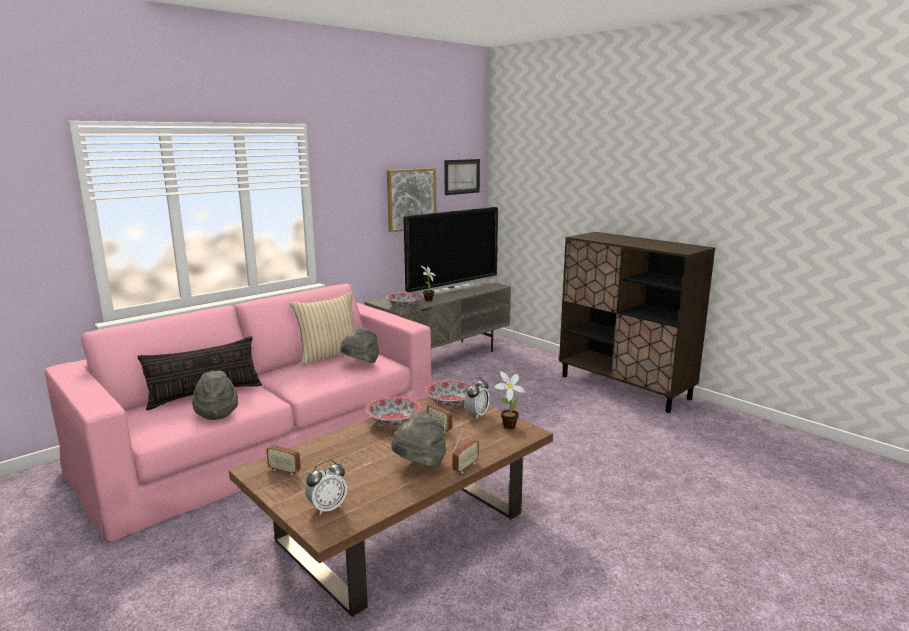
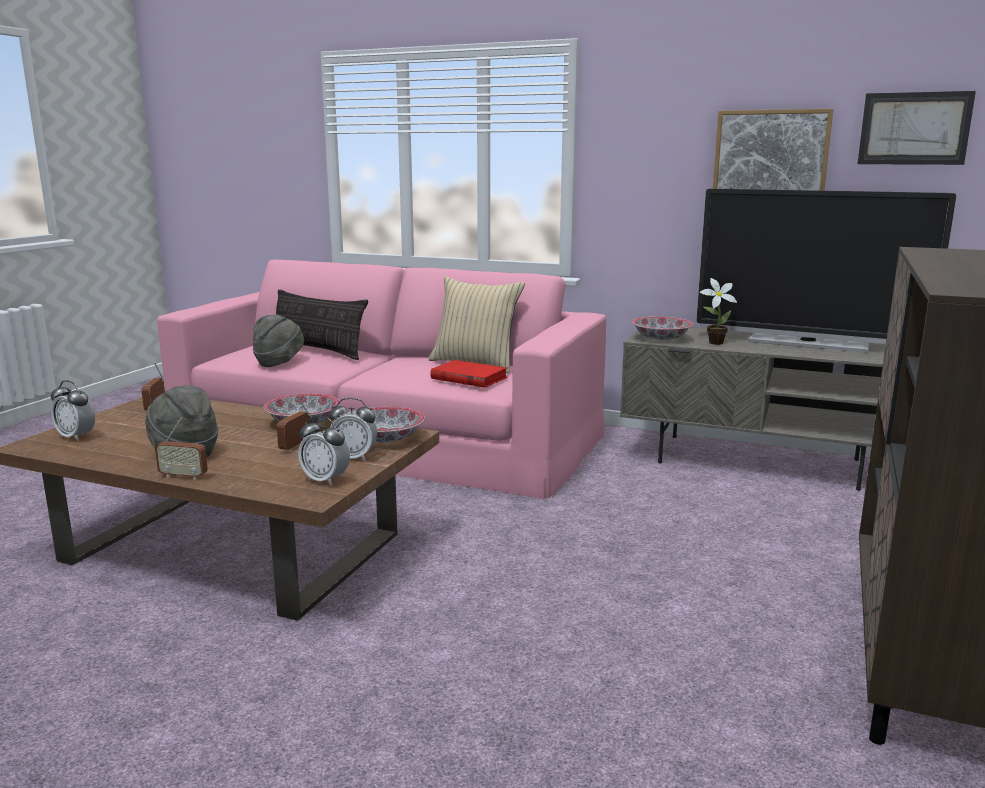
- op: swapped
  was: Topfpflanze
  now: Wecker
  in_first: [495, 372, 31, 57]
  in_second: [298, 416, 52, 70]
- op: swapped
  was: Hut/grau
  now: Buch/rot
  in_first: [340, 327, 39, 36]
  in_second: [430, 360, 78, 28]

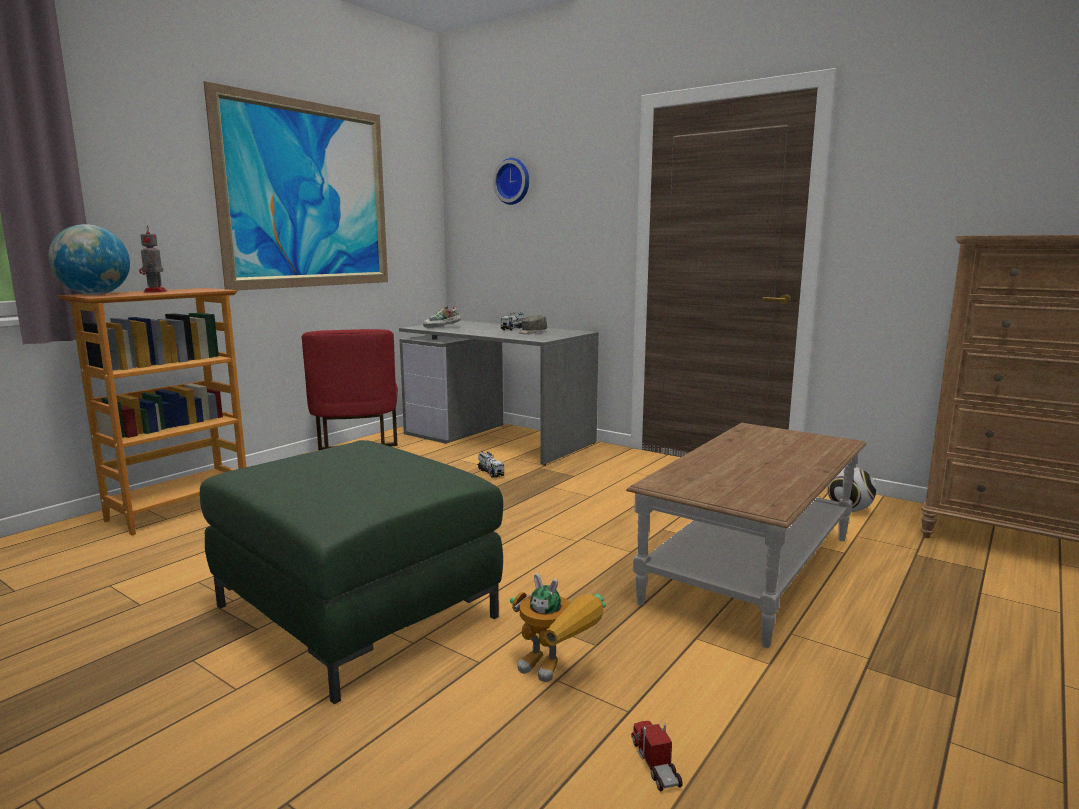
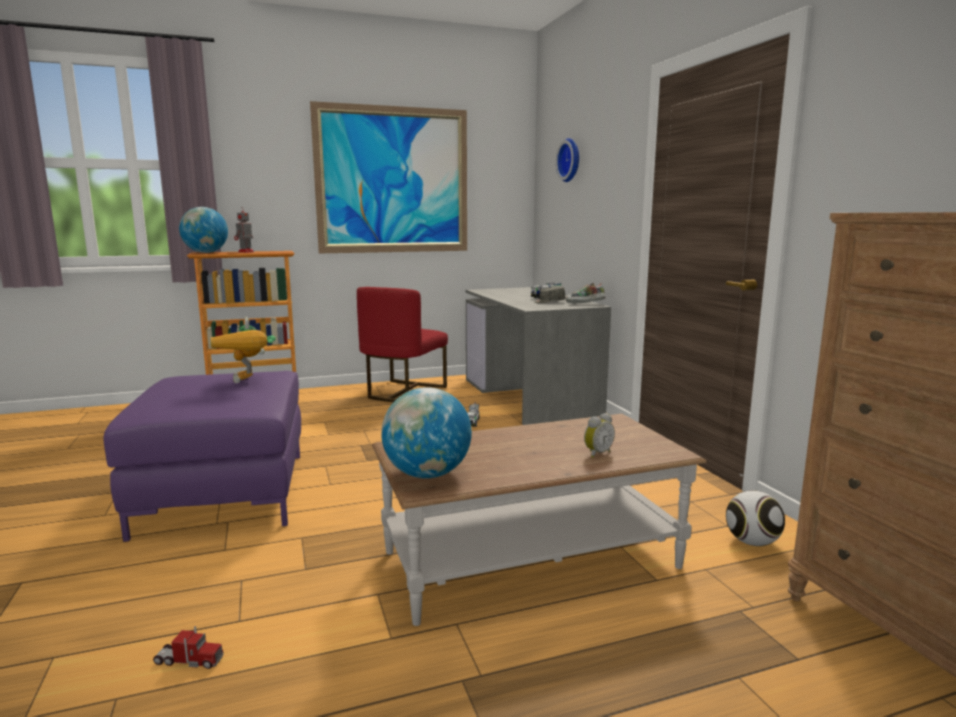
- op: repainted
  was: Polsterhocker/grün
  now: Polsterhocker/lila
  in_first: [200, 440, 303, 264]
  in_second: [104, 371, 197, 171]
- op: rotated
  was: Spielzeuglaster
  in_first: [631, 721, 51, 70]
  in_second: [153, 626, 71, 43]
  clockwise: 75
- op: shifted
  was: Spielzeugroboter
  in_first: [510, 573, 96, 109]
  in_second: [211, 317, 65, 66]
- op: new
  now: Globus
  in_second: [381, 387, 91, 91]
- op: shifted
  was: Schuh
  in_first: [423, 306, 38, 22]
  in_second: [566, 282, 40, 21]
- op: new
  now: Wecker
  in_second: [584, 413, 31, 45]

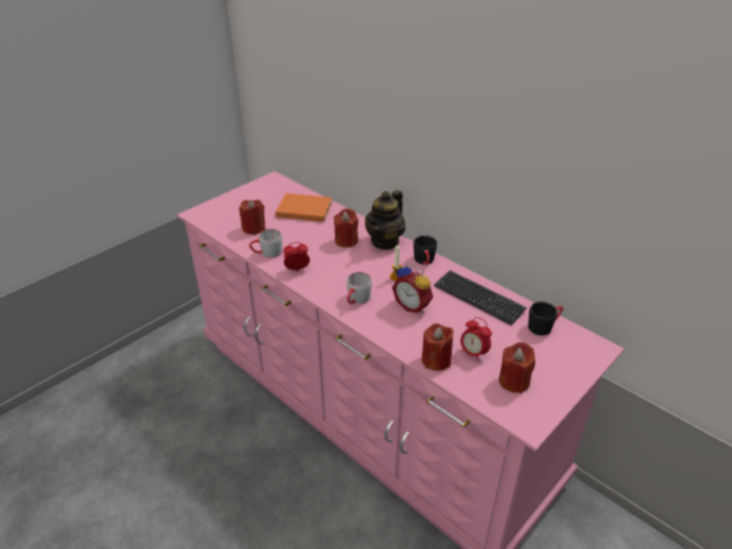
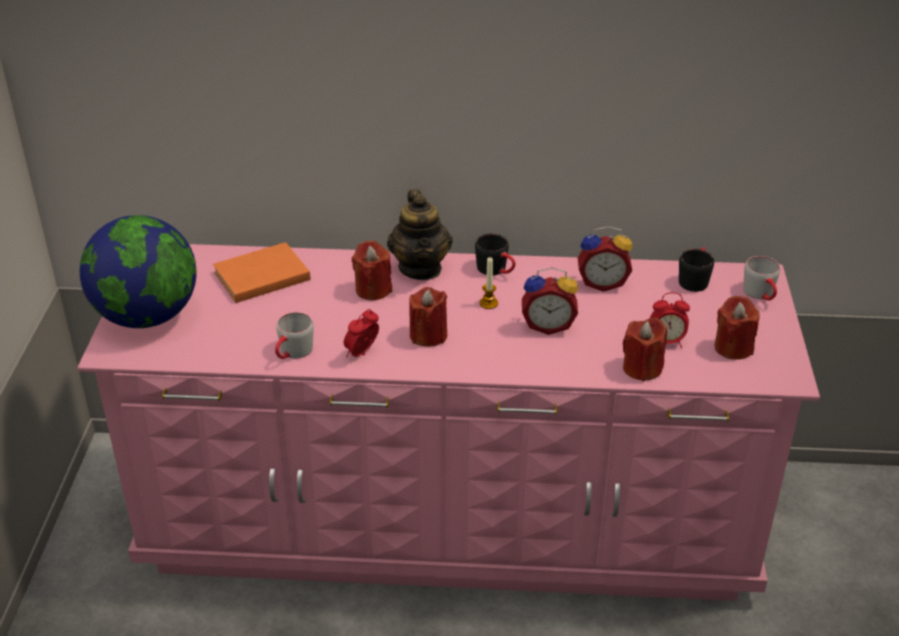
- op: new
  now: Globus
  in_second: [80, 215, 117, 113]
- op: shifted
  was: Kerze/rot
  in_first: [239, 200, 26, 35]
  in_second: [409, 287, 38, 60]
- op: swapped
  was: Tastatur
  now: Wecker
  in_first: [434, 270, 93, 55]
  in_second: [578, 226, 54, 66]
- op: shifted
  was: Henkelbecher/grau
  in_first: [347, 272, 25, 32]
  in_second: [743, 256, 37, 44]

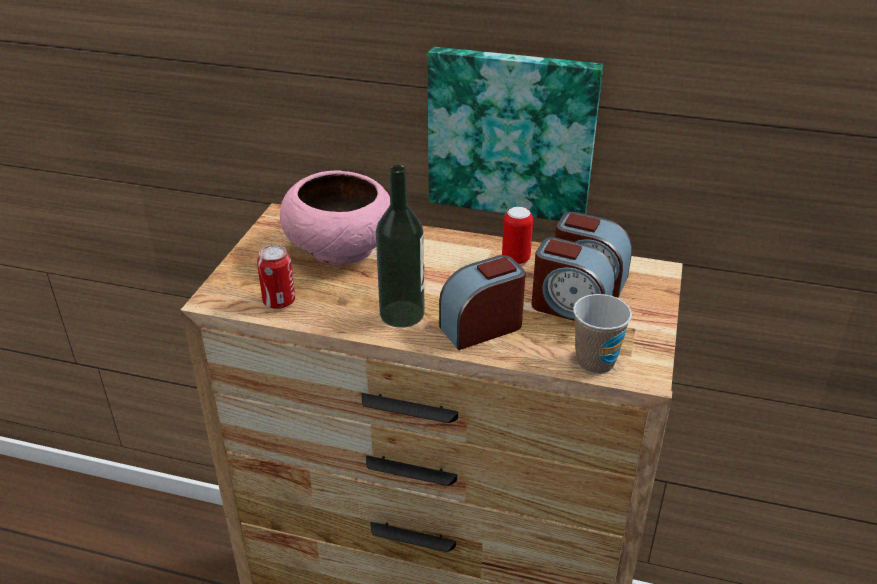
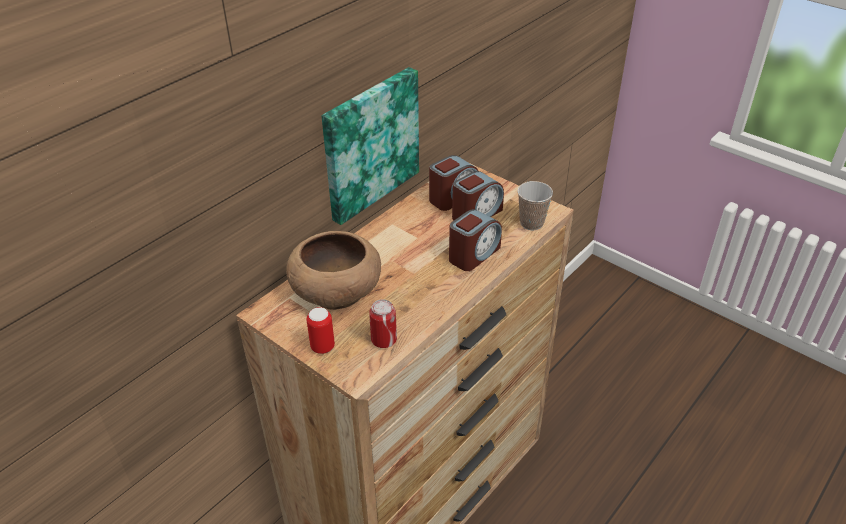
- op: repainted
  was: Schüssel/rosa
  now: Schüssel/braun
  in_first: [280, 170, 110, 95]
  in_second: [286, 231, 95, 79]
- op: shifted
  was: Dose
  in_first: [502, 207, 31, 57]
  in_second: [307, 307, 28, 47]
- op: rotated
  was: Wecker
  in_first: [439, 255, 87, 95]
  in_second: [449, 209, 53, 62]
  clockwise: -135
- op: gone
  was: Flasche
  in_first: [376, 165, 49, 163]

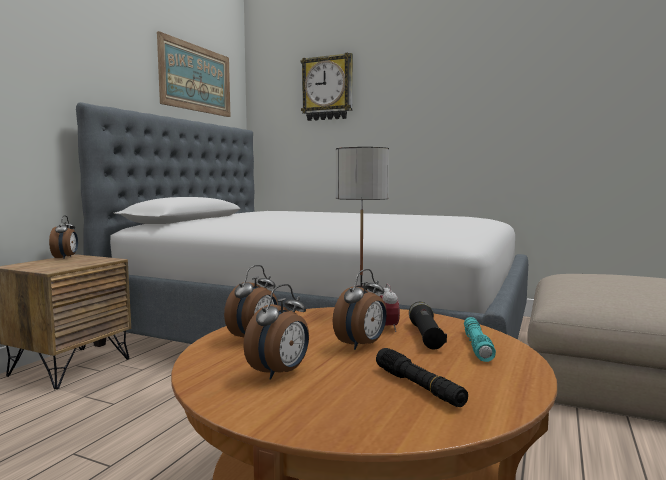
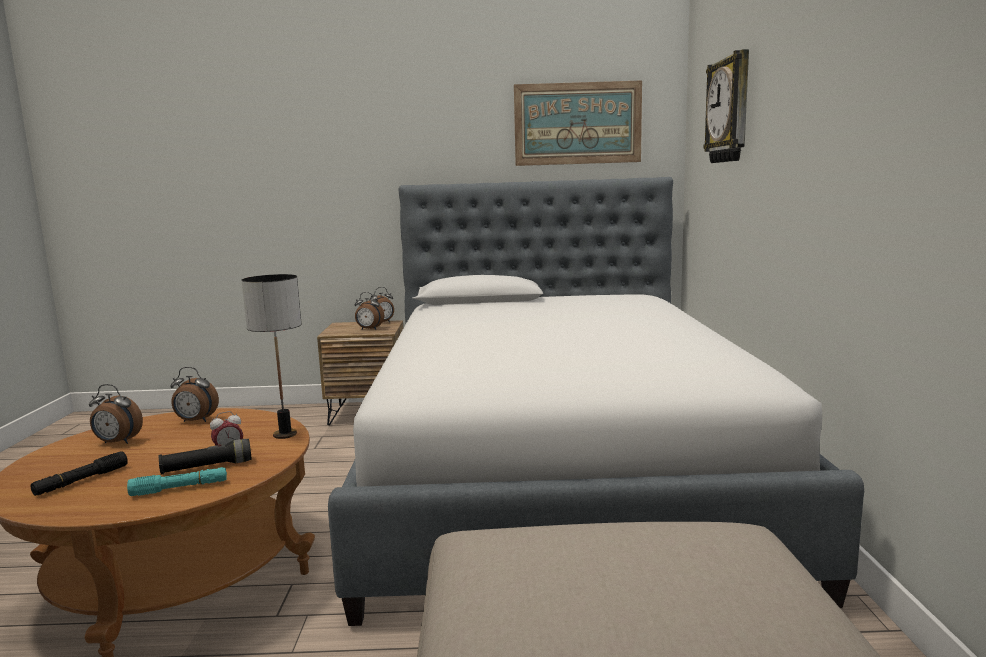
- op: shifted
  was: Wecker
  in_first: [333, 269, 53, 81]
  in_second: [355, 292, 29, 38]

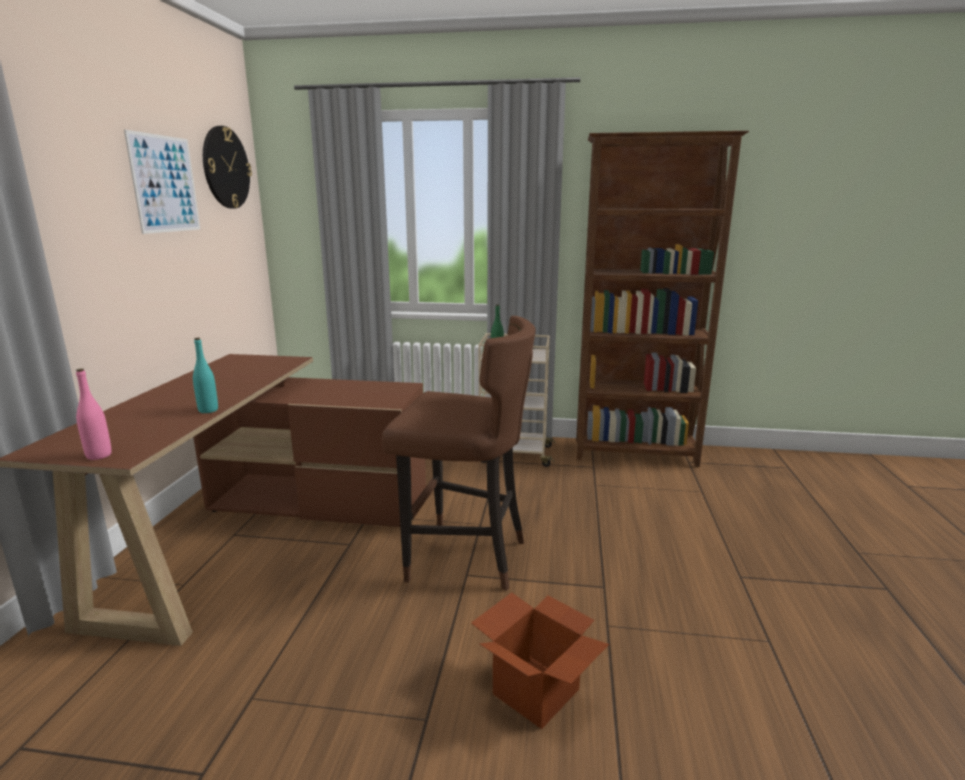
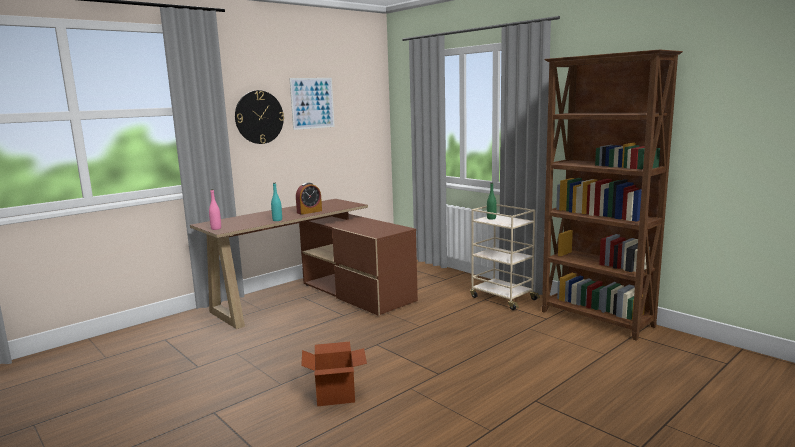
- op: shifted
  was: Wanduhr
  in_first: [203, 126, 49, 83]
  in_second: [235, 90, 49, 54]
- op: new
  now: Wecker
  in_second: [296, 182, 26, 33]
- op: gone
  was: Hocker/braun
  in_first: [382, 316, 154, 275]

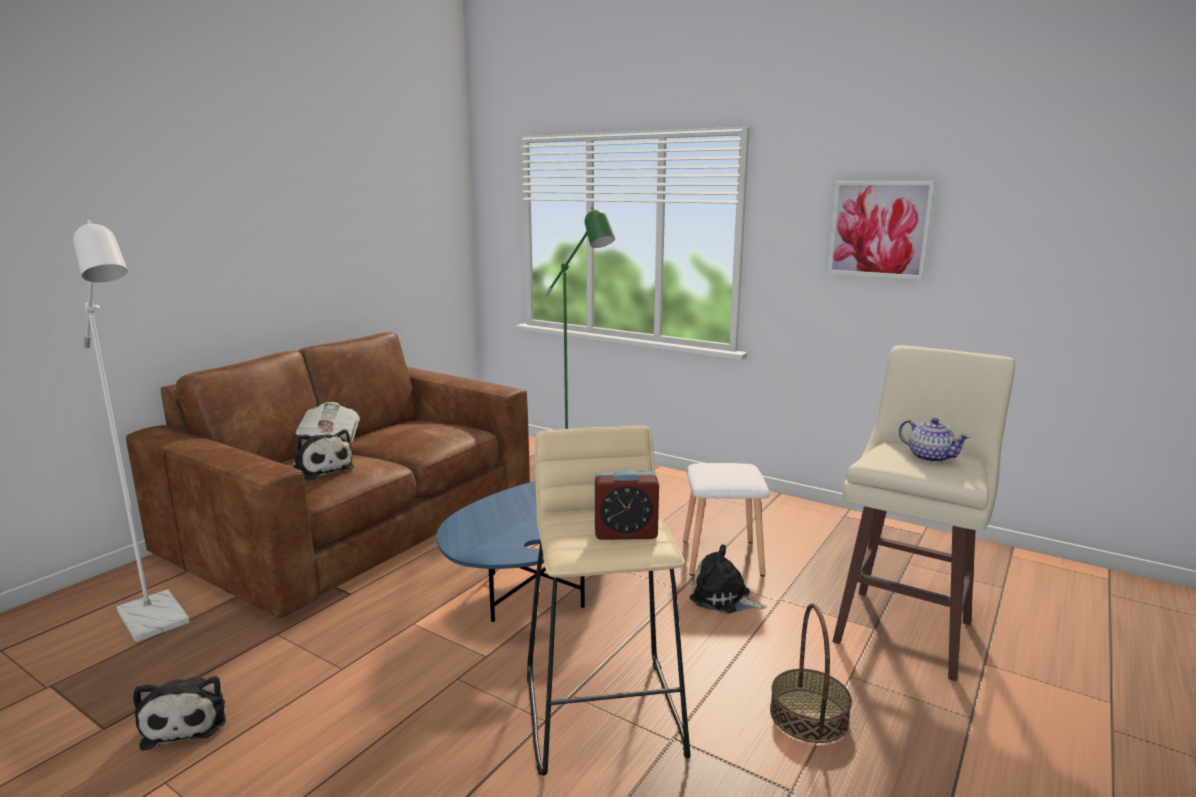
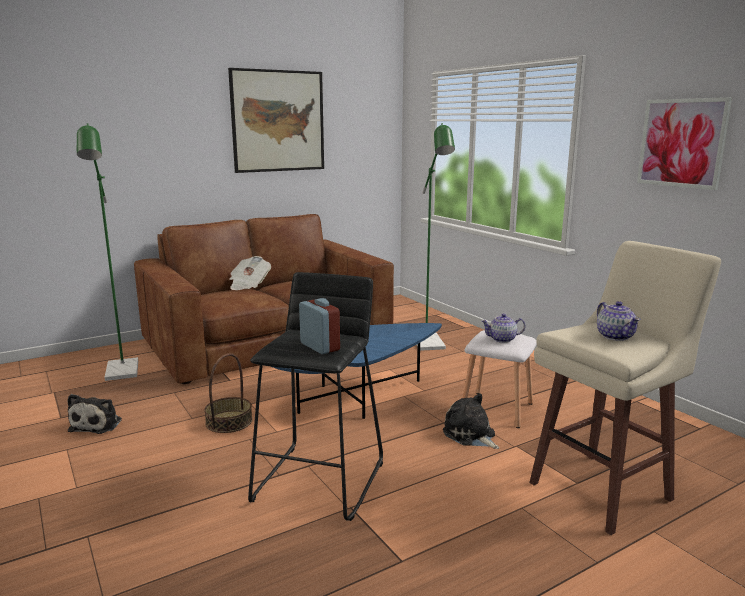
- op: repainted
  was: Stehlampe/weiß
  now: Stehlampe/grün
  in_first: [73, 220, 117, 422]
  in_second: [77, 123, 61, 258]
- op: shifted
  was: Korb
  in_first: [770, 604, 82, 139]
  in_second: [204, 353, 49, 80]
- op: new
  now: Bild
  in_second: [228, 68, 96, 105]
- op: repainted
  was: Hocker/beige
  now: Hocker/schwarz
  in_first: [527, 426, 164, 350]
  in_second: [248, 272, 135, 249]
- op: rotated
  was: Wecker
  in_first: [595, 469, 64, 71]
  in_second: [299, 298, 41, 56]
  clockwise: -150
- op: new
  now: Teekanne
  in_second: [481, 314, 45, 29]
- op: gone
  was: Plüschtier
  in_first: [292, 429, 62, 52]

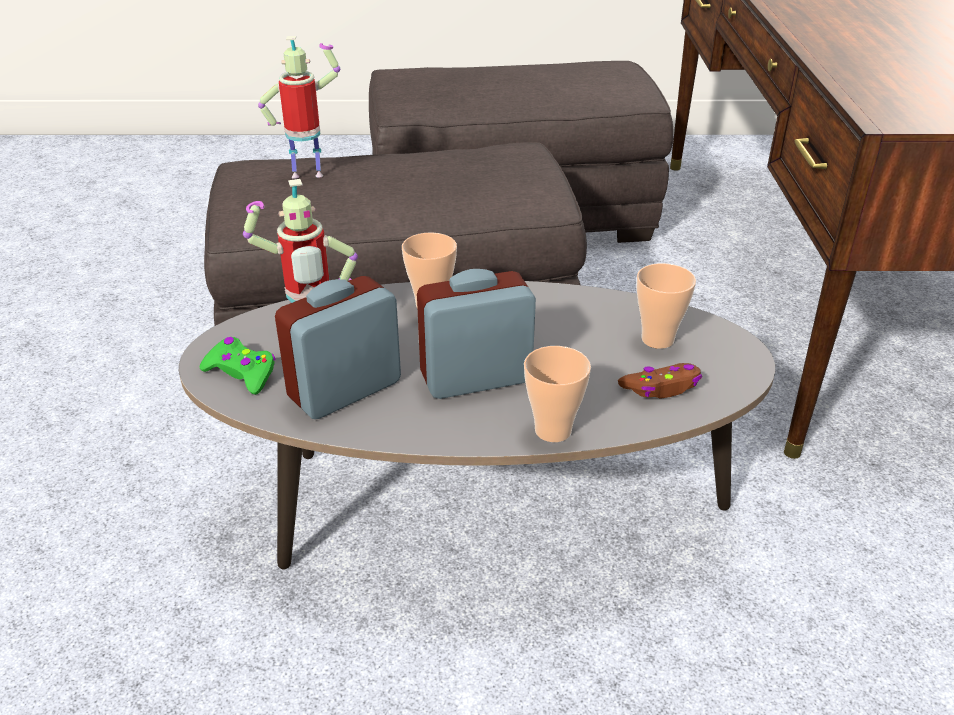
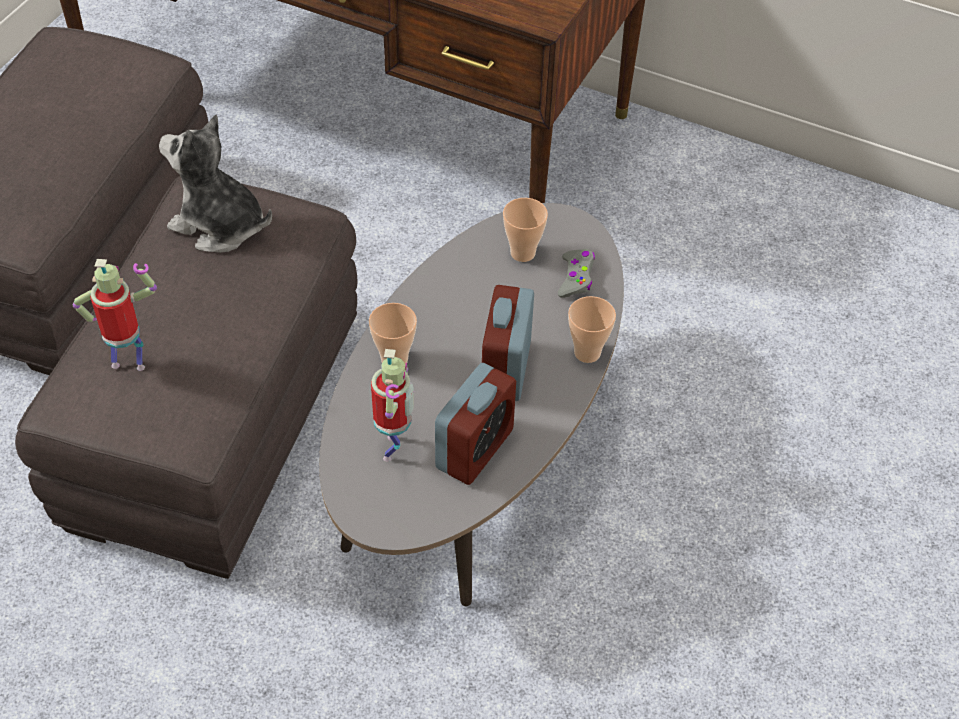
- op: rotated
  was: Spielzeugroboter
  in_first: [258, 36, 82, 143]
  in_second: [73, 259, 84, 112]
  clockwise: 75
- op: new
  now: Plüschtier
  in_second: [159, 114, 113, 139]
- op: rotated
  was: Wecker
  in_first: [275, 276, 126, 143]
  in_second: [435, 363, 81, 122]
  clockwise: -135
- op: repainted
  was: Gamepad/braun
  now: Gamepad/grau
  in_first: [618, 363, 84, 35]
  in_second: [558, 249, 37, 49]
- op: gone
  was: Gamepad/grün
  in_first: [199, 337, 77, 58]

